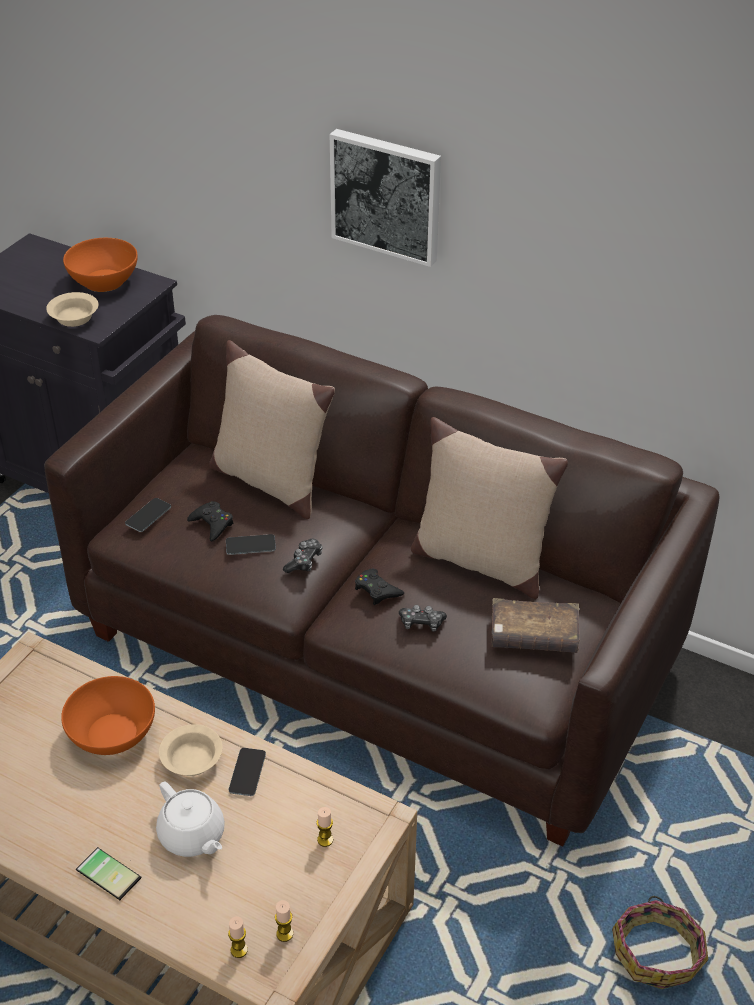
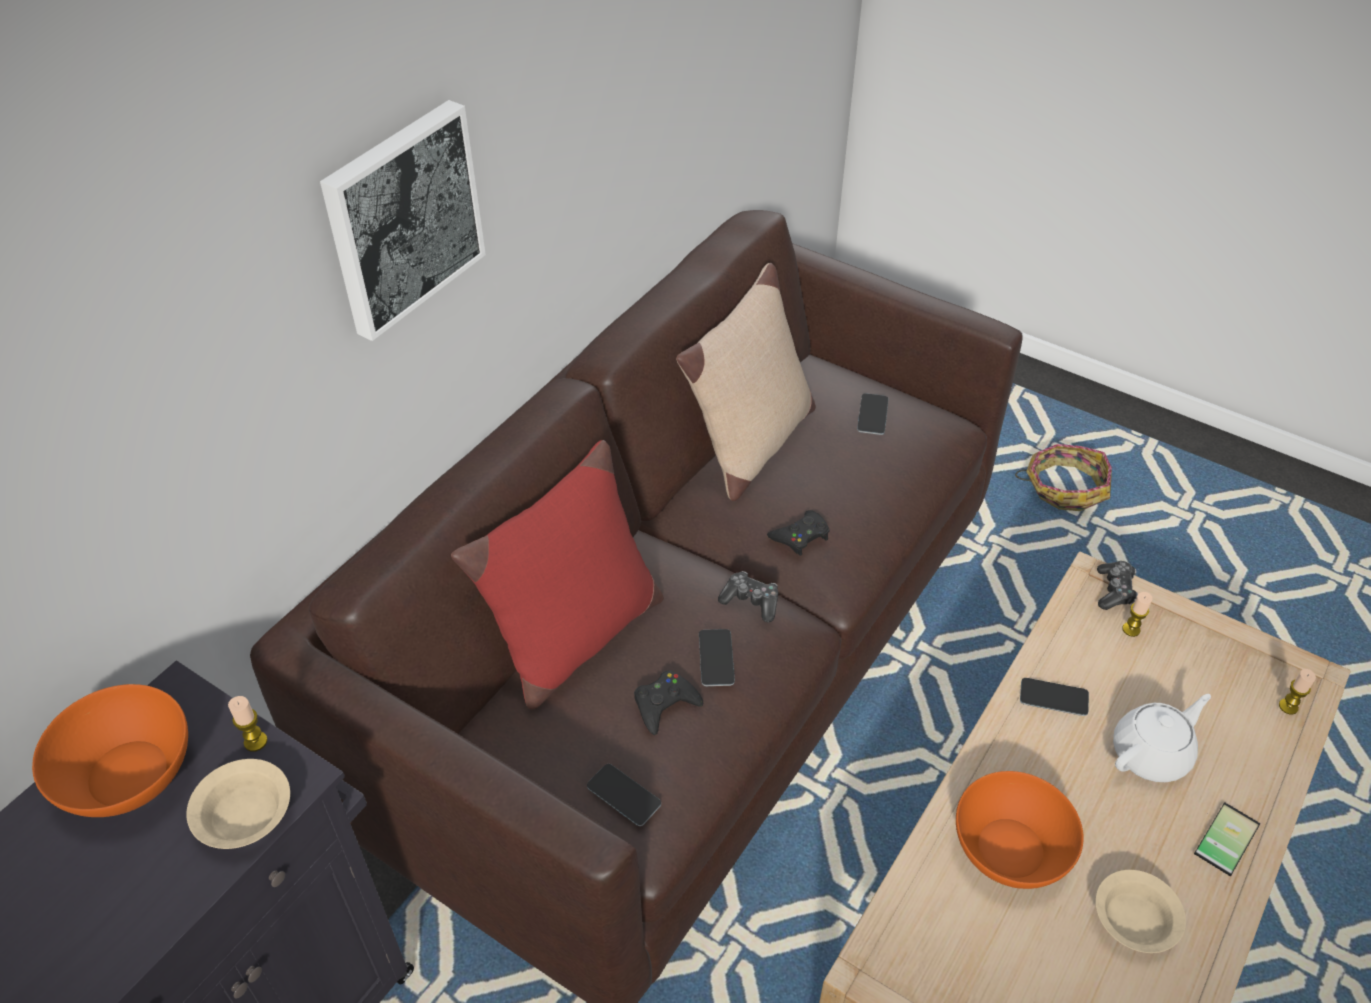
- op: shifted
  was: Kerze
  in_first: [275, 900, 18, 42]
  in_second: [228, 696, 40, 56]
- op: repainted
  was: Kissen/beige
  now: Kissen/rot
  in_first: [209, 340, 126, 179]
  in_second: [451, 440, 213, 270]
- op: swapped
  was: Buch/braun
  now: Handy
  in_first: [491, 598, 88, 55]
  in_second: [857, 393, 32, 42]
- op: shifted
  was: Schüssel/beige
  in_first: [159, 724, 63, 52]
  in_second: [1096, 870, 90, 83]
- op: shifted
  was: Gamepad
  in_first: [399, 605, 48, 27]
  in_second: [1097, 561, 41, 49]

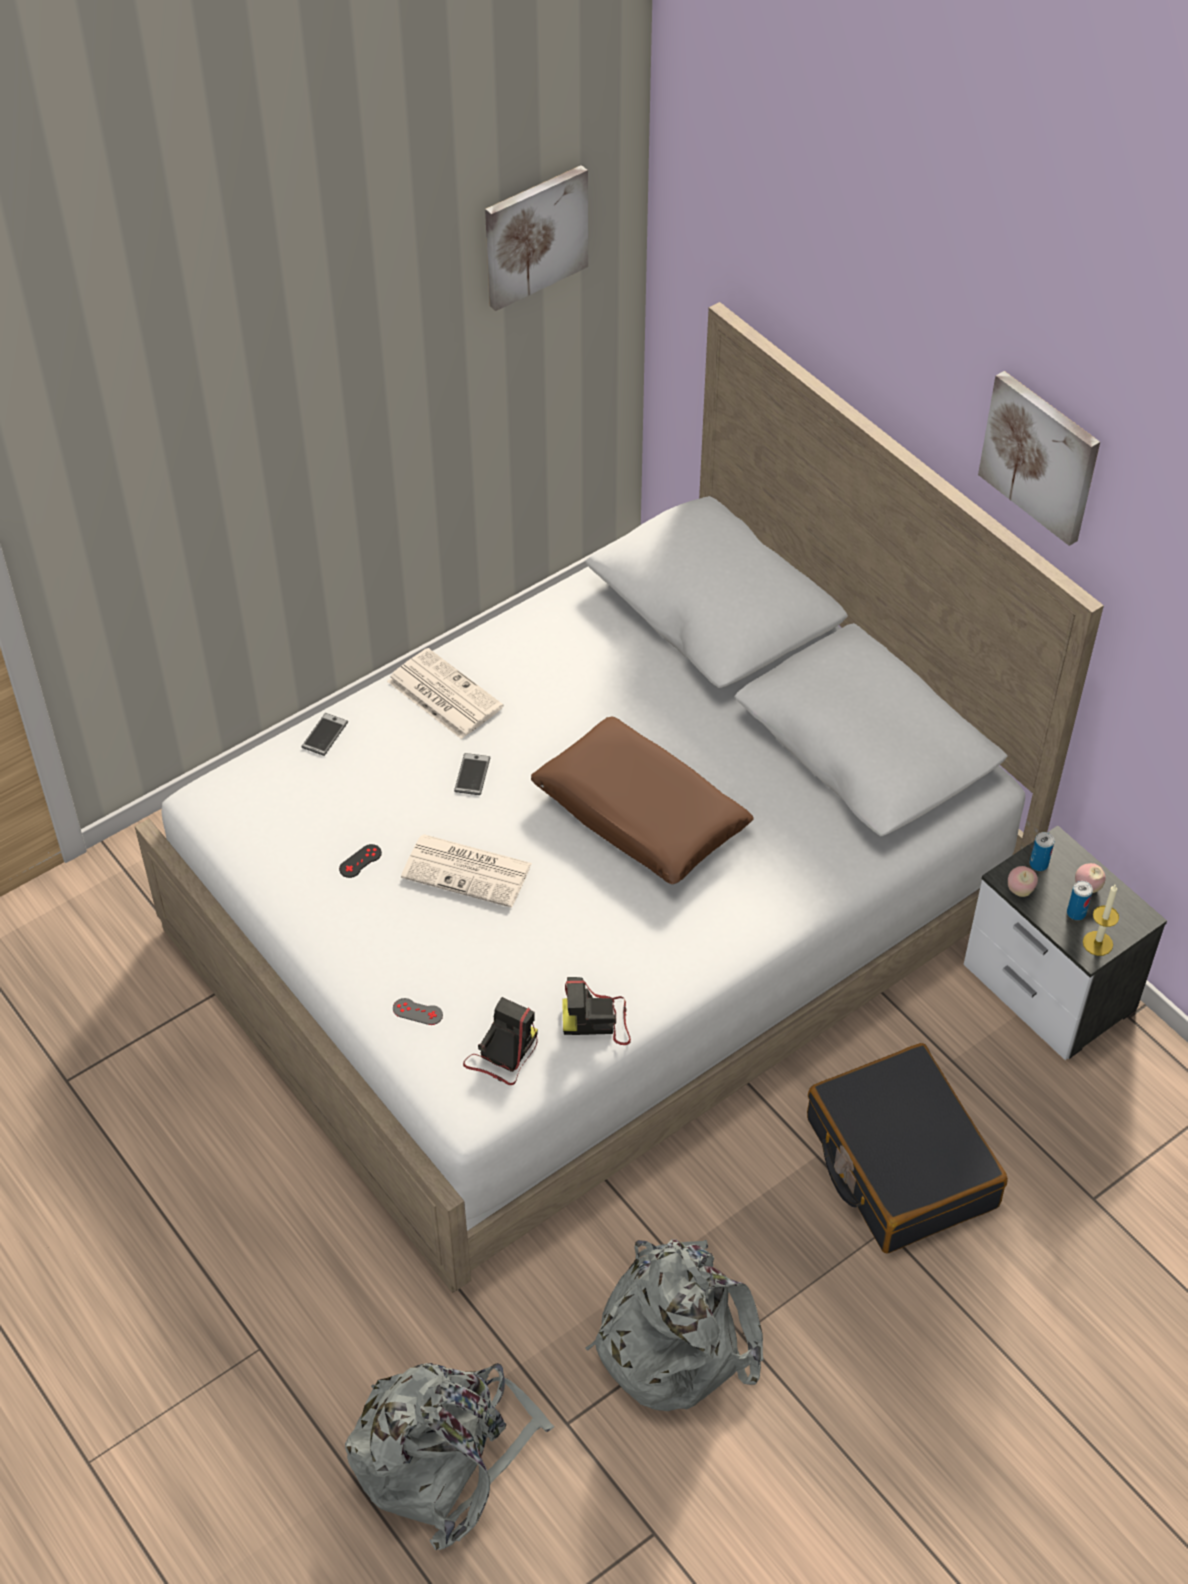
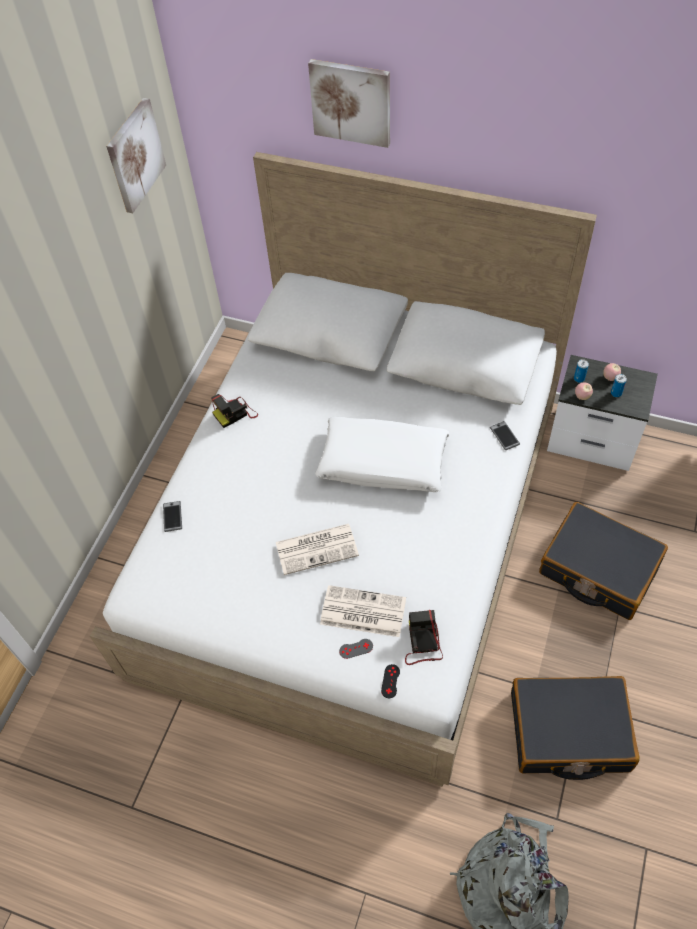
- op: shifted
  was: Kamera
  in_first: [562, 977, 69, 68]
  in_second: [211, 394, 47, 34]
- op: shifted
  was: Bild
  in_first: [978, 371, 122, 175]
  in_second: [308, 59, 82, 89]
- op: repainted
  was: Kissen/braun
  now: Kissen/weiß
  in_first: [531, 716, 223, 168]
  in_second: [315, 417, 134, 75]
- op: shifted
  was: Zeitung
  in_first: [387, 648, 116, 91]
  in_second: [320, 585, 86, 52]
- op: shifted
  was: Gamepad/schwarz
  in_first: [339, 844, 43, 34]
  in_second: [381, 664, 19, 34]
- op: shifted
  was: Handy
  in_first: [454, 753, 36, 42]
  in_second: [490, 421, 30, 29]
- op: swapped
  was: Rucksack/grau
  now: Koffer/schwarz
  in_first: [585, 1239, 179, 172]
  in_second: [511, 676, 129, 104]
- op: gone
  was: Kerze
  in_first: [1083, 884, 36, 72]

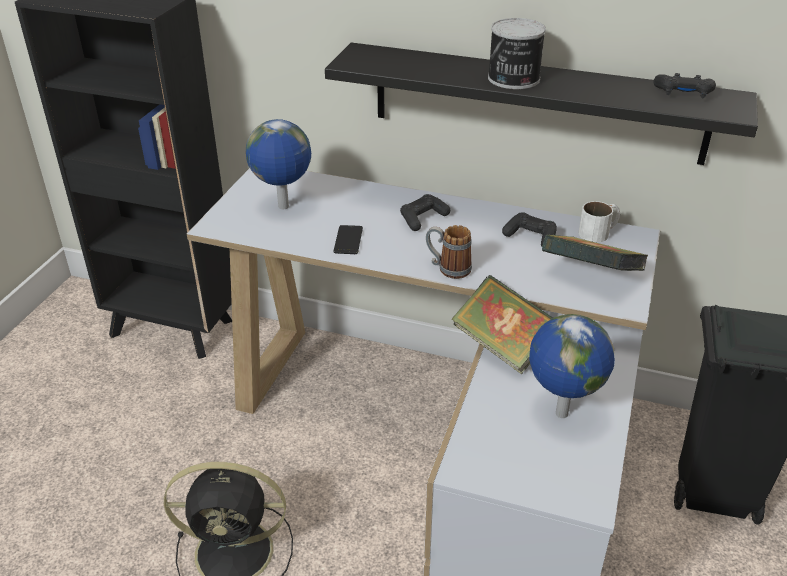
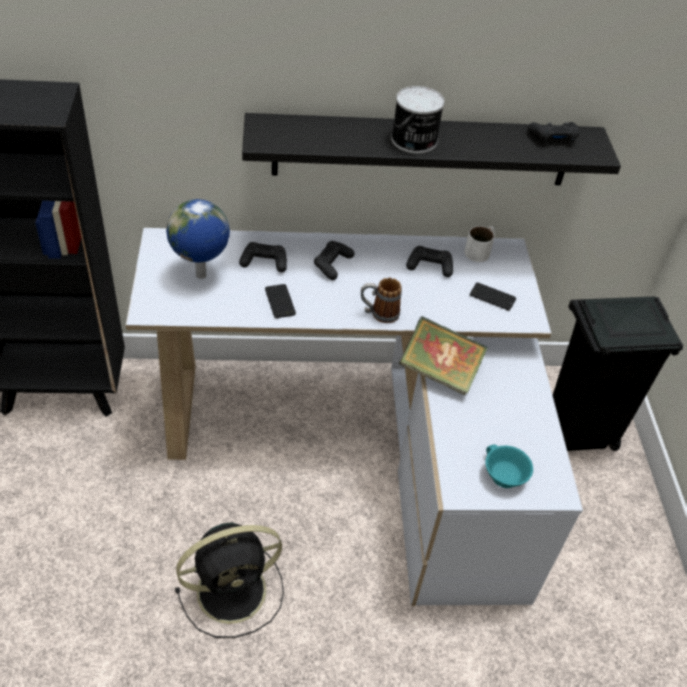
- op: new
  now: Gamepad/schwarz
  in_second: [239, 242, 48, 30]
- op: swapped
  was: Buch
  now: Handy
  in_first: [542, 234, 106, 37]
  in_second: [470, 283, 46, 28]
- op: new
  now: Tasse/türkis
  in_second: [485, 444, 48, 44]
- op: gone
  was: Globus
  in_first: [529, 314, 86, 104]

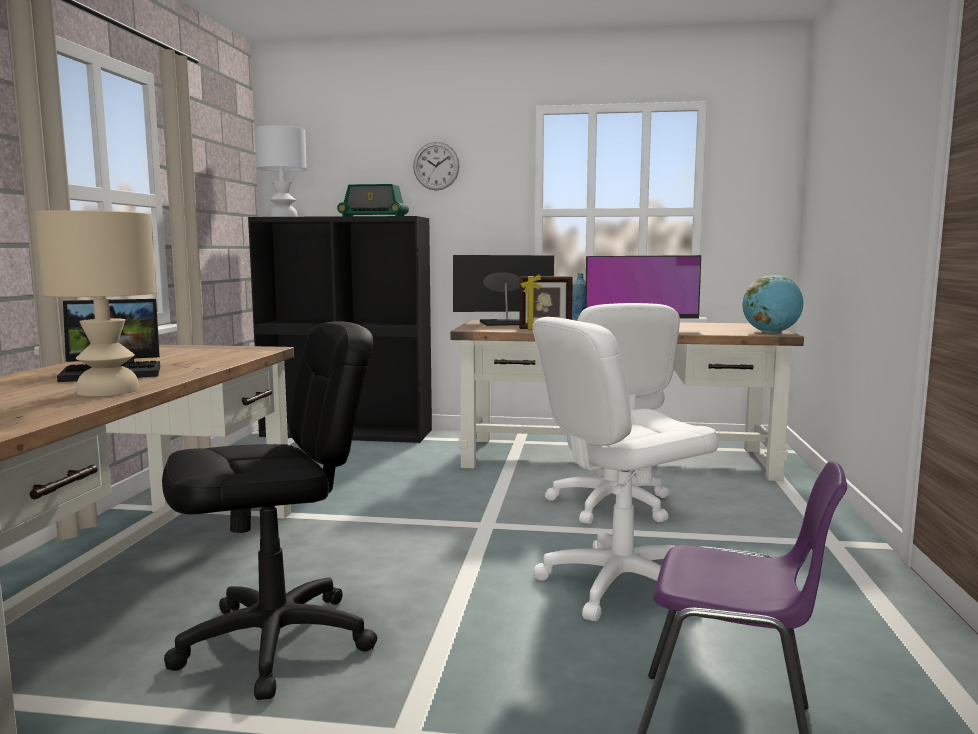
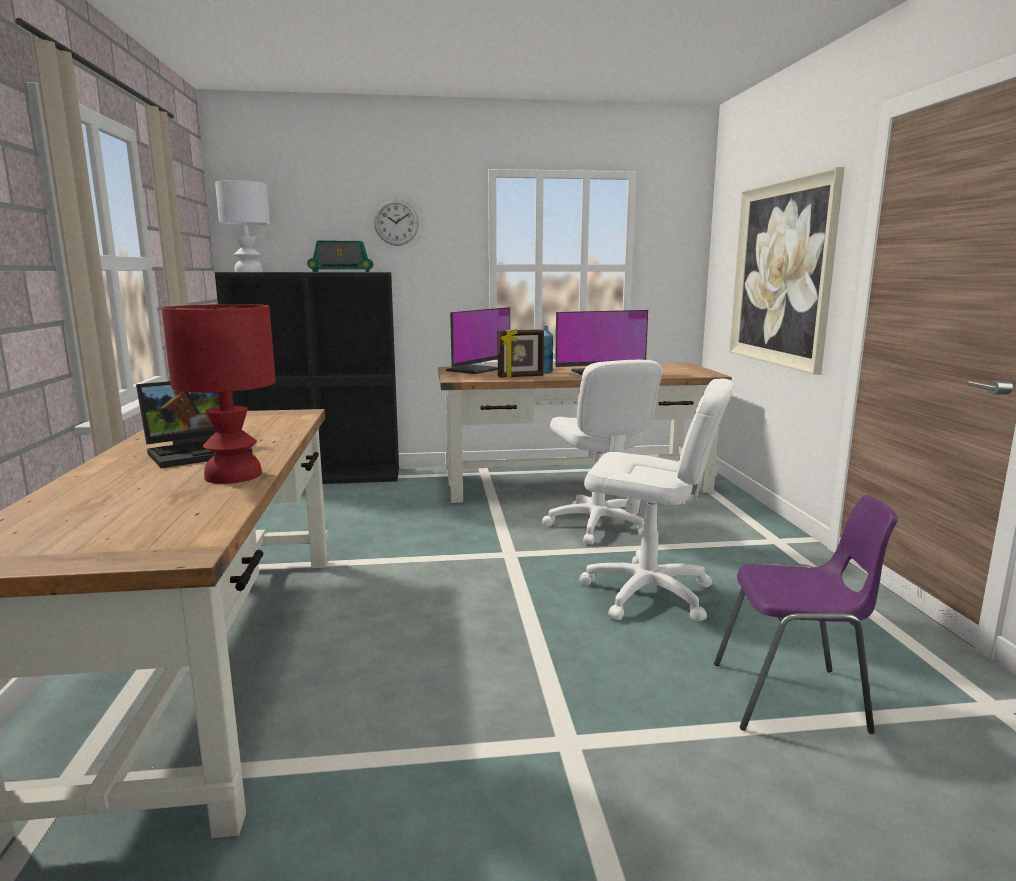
- op: repainted
  was: Tischlampe/beige
  now: Tischlampe/rot
  in_first: [35, 210, 121, 186]
  in_second: [162, 304, 114, 180]
- op: rotated
  was: Monitor
  in_first: [453, 255, 101, 71]
  in_second: [446, 307, 64, 67]
  clockwise: 150
- op: rotated
  was: Bürostuhl/weiß
  in_first: [532, 317, 187, 304]
  in_second: [579, 378, 156, 244]
  clockwise: -120
- op: new
  now: Bild
  in_second: [729, 167, 116, 208]
- op: gone
  was: Bürostuhl/schwarz
  in_first: [162, 321, 215, 379]
- op: gone
  was: Globus
  in_first: [742, 275, 61, 58]

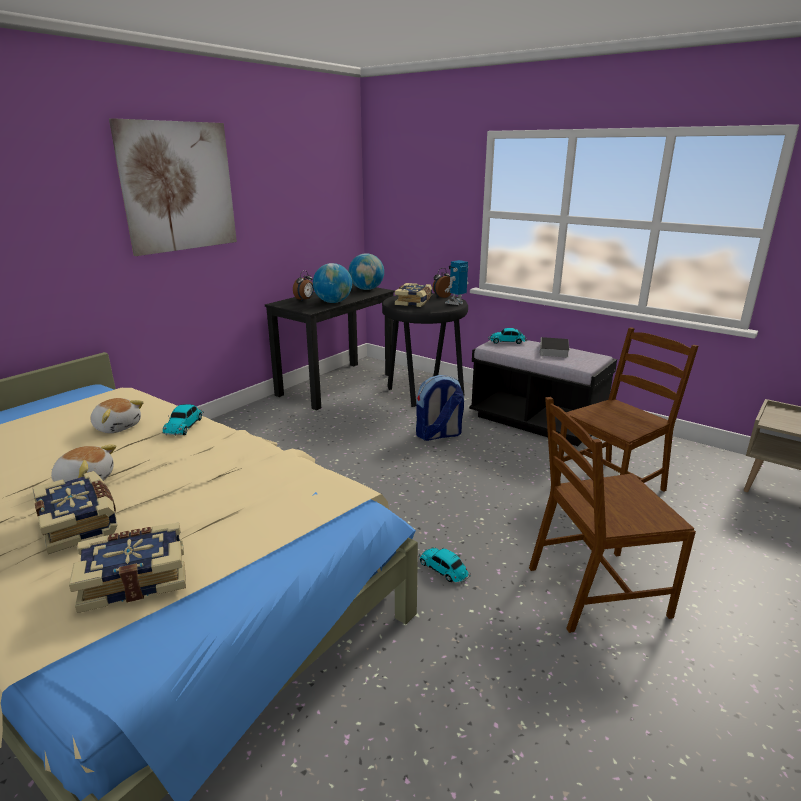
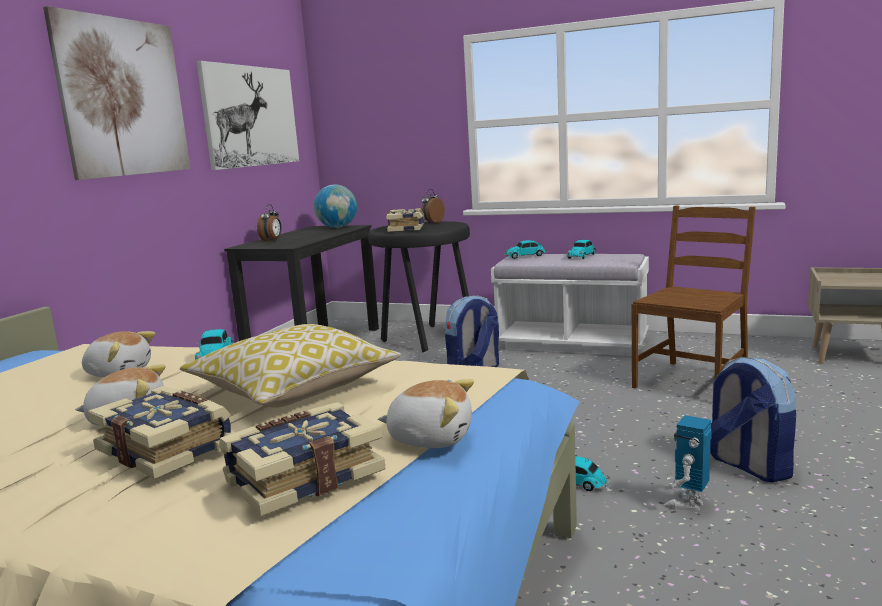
- op: new
  now: Kissen
  in_second: [180, 324, 221, 84]
- op: new
  now: Bild
  in_second: [196, 61, 103, 109]
- op: new
  now: Plüschtier
  in_second: [378, 379, 96, 69]
- op: repainted
  was: Bank/schwarz
  now: Bank/weiß
  in_first: [469, 340, 148, 106]
  in_second: [491, 254, 158, 102]
- op: swapped
  was: Buch
  now: Spielzeugauto
  in_first: [540, 337, 29, 21]
  in_second: [567, 240, 30, 19]
- op: shifted
  was: Spielzeugroboter
  in_first: [445, 260, 24, 45]
  in_second: [664, 415, 47, 95]
- op: swapped
  was: Stuhl/braun
  now: Rucksack
  in_first: [529, 397, 167, 236]
  in_second: [710, 357, 86, 125]
- op: gone
  was: Globus
  in_first: [313, 263, 39, 40]

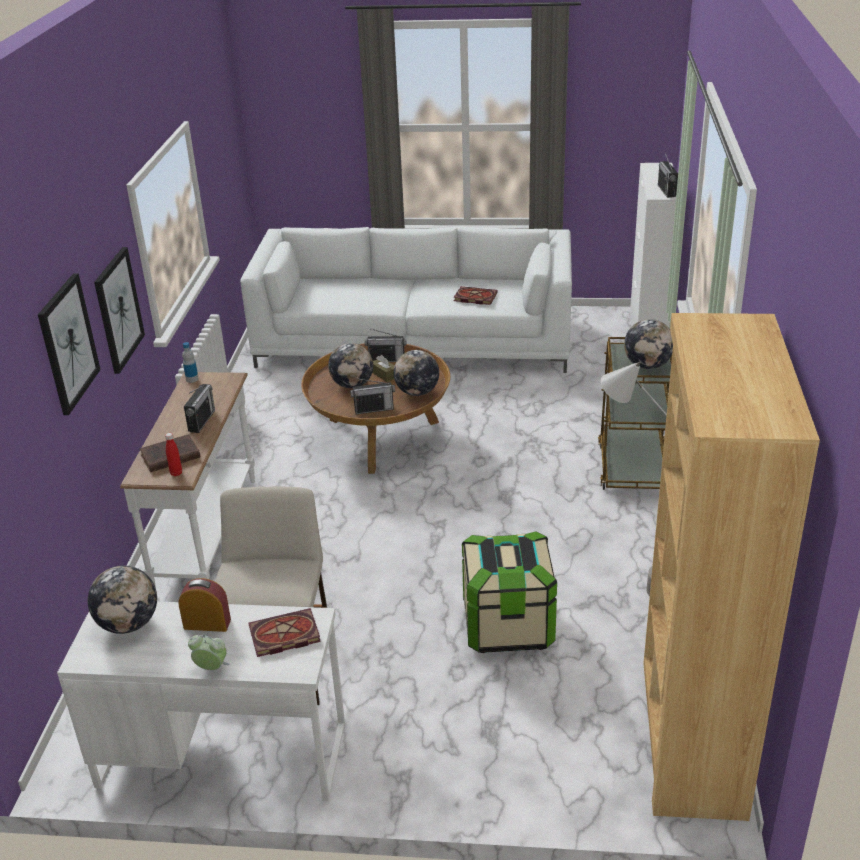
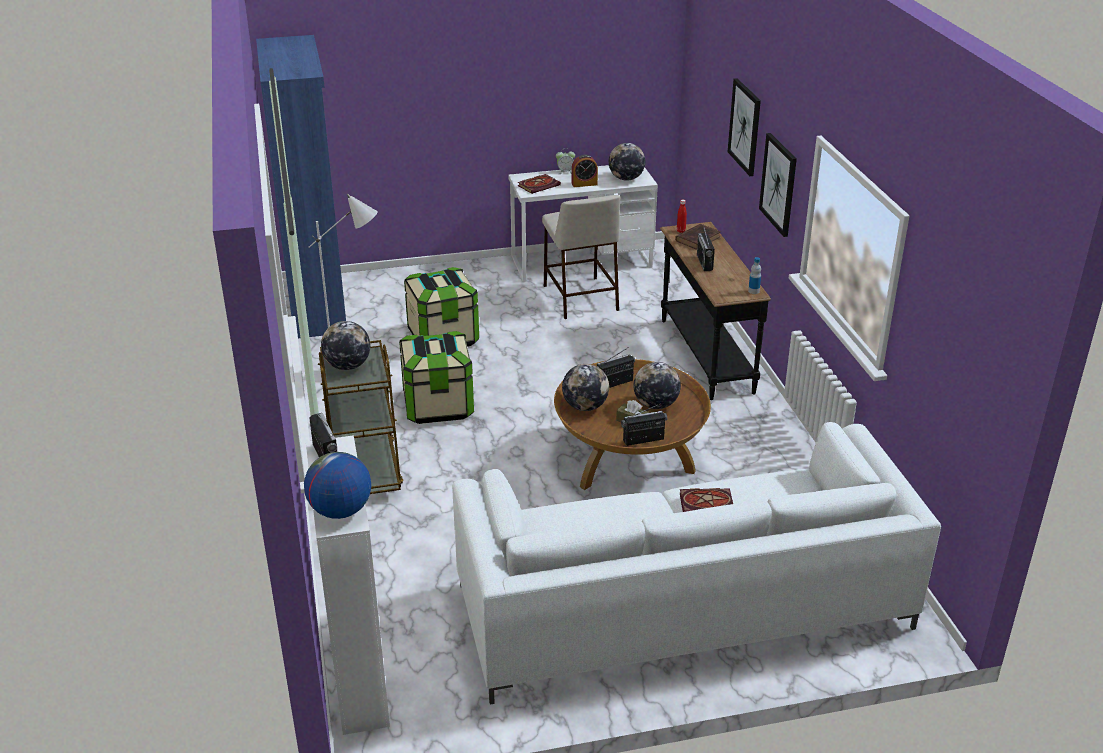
- op: repainted
  was: Bücherregal/braun
  now: Bücherregal/blau
  in_first: [643, 313, 177, 508]
  in_second: [256, 35, 90, 303]
- op: new
  now: Globus
  in_second: [304, 452, 67, 67]
- op: new
  now: Aufbewahrungsbox
  in_second: [399, 331, 75, 93]
- op: repainted
  was: Konsolentisch/weiß
  now: Konsolentisch/schwarz
  in_first: [120, 372, 135, 216]
  in_second: [660, 222, 111, 178]
- op: shifted
  was: Buch
  in_first: [453, 286, 45, 19]
  in_second: [680, 488, 53, 24]

